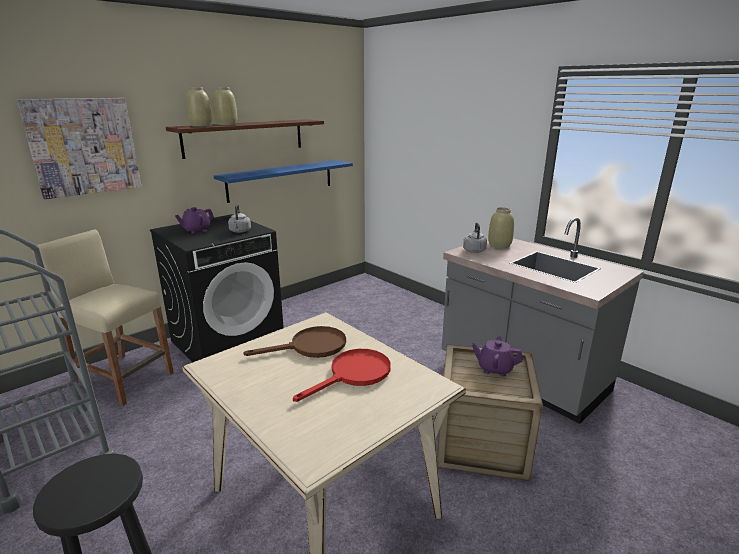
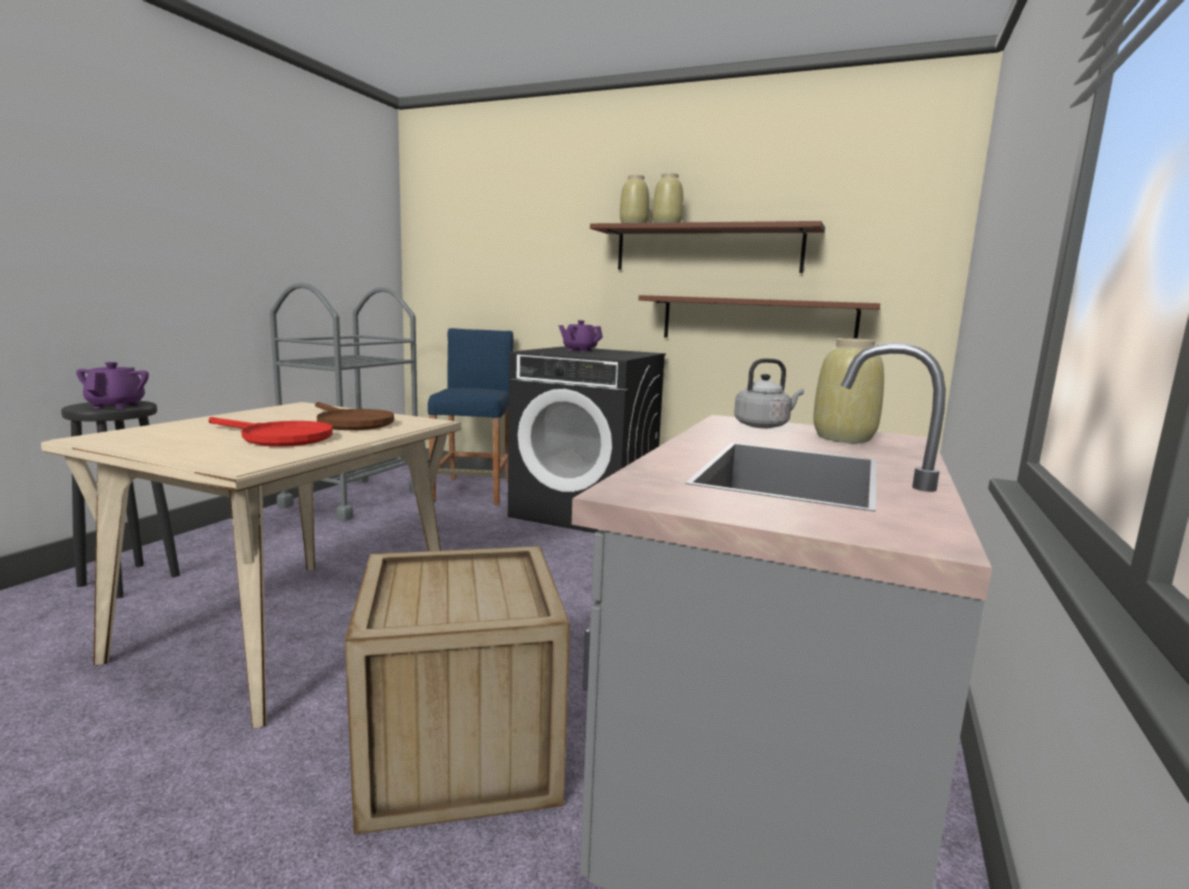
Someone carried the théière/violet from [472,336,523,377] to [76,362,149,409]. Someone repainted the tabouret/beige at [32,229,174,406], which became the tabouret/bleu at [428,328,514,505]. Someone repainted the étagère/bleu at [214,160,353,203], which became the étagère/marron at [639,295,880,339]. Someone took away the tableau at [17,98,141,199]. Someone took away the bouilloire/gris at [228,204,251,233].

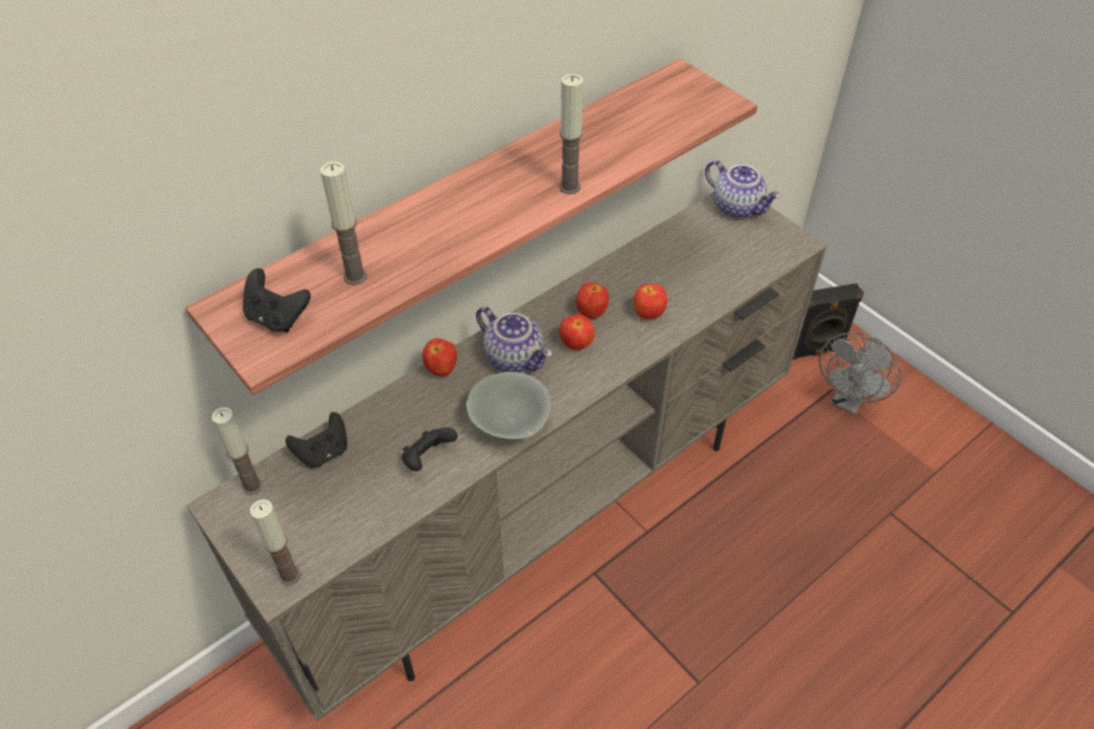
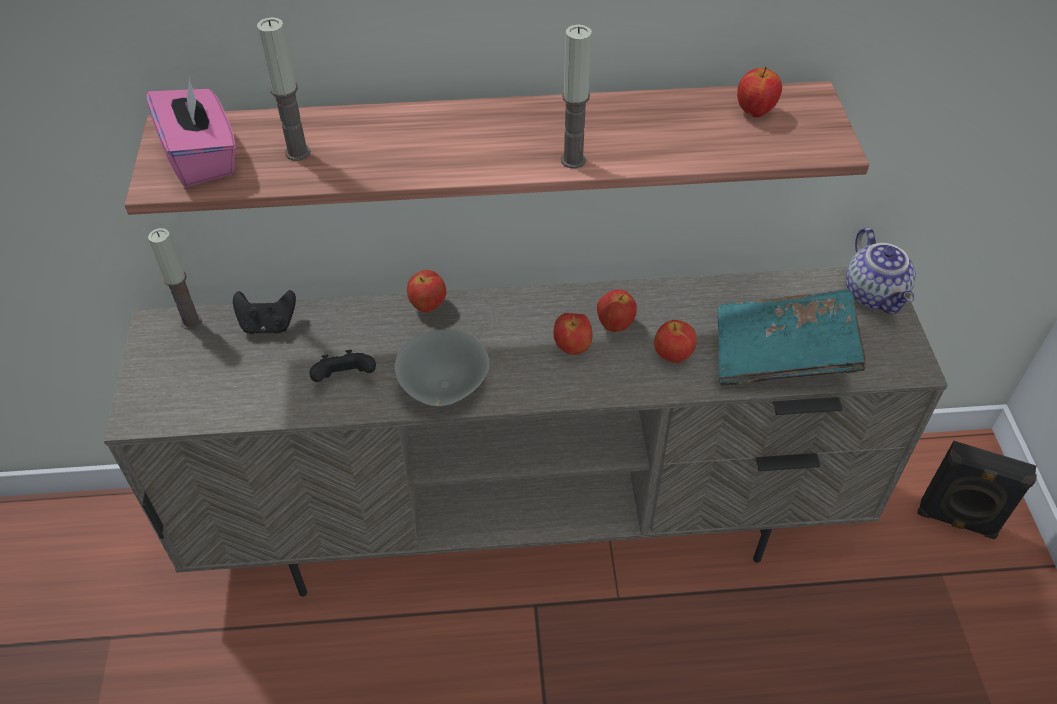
Someone swapped the manette/noir at [243,268,311,332] for the boîte à mouchoirs/rose at [146,76,236,187]. Someone put down the livre/turquoise at [717,290,866,387]. Someone put down the pomme at [737,67,782,117]. Someone took away the bougie at [250,499,301,585]. Someone took away the théière at [476,307,552,372]. Someone took away the ventilateur/gris at [819,332,901,415].

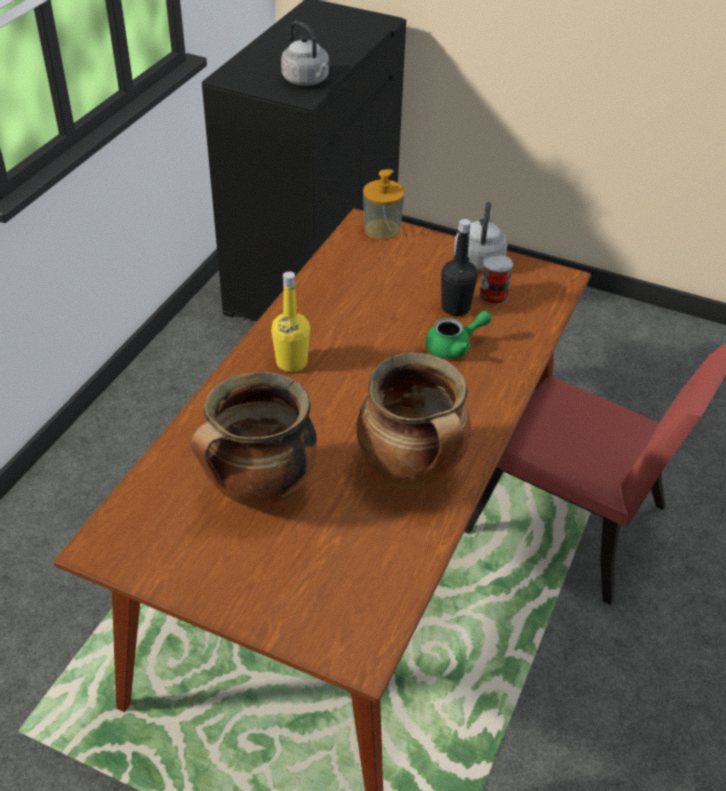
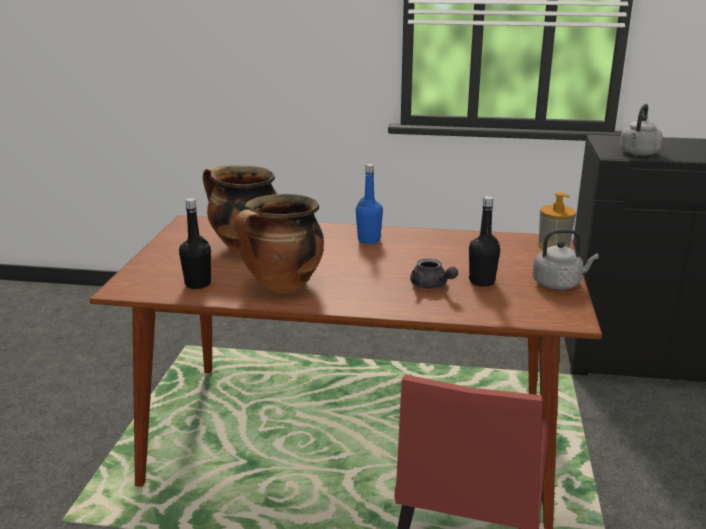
Someone put down the bouteille/noir at [179,198,211,289]. Someone repainted the bouteille/jaune at [271,271,310,372], which became the bouteille/bleu at [356,164,383,244]. Someone repainted the théière/vert at [425,311,492,359], which became the théière/gris at [410,259,458,289]. Someone took away the boîte métallique at [479,254,513,304].

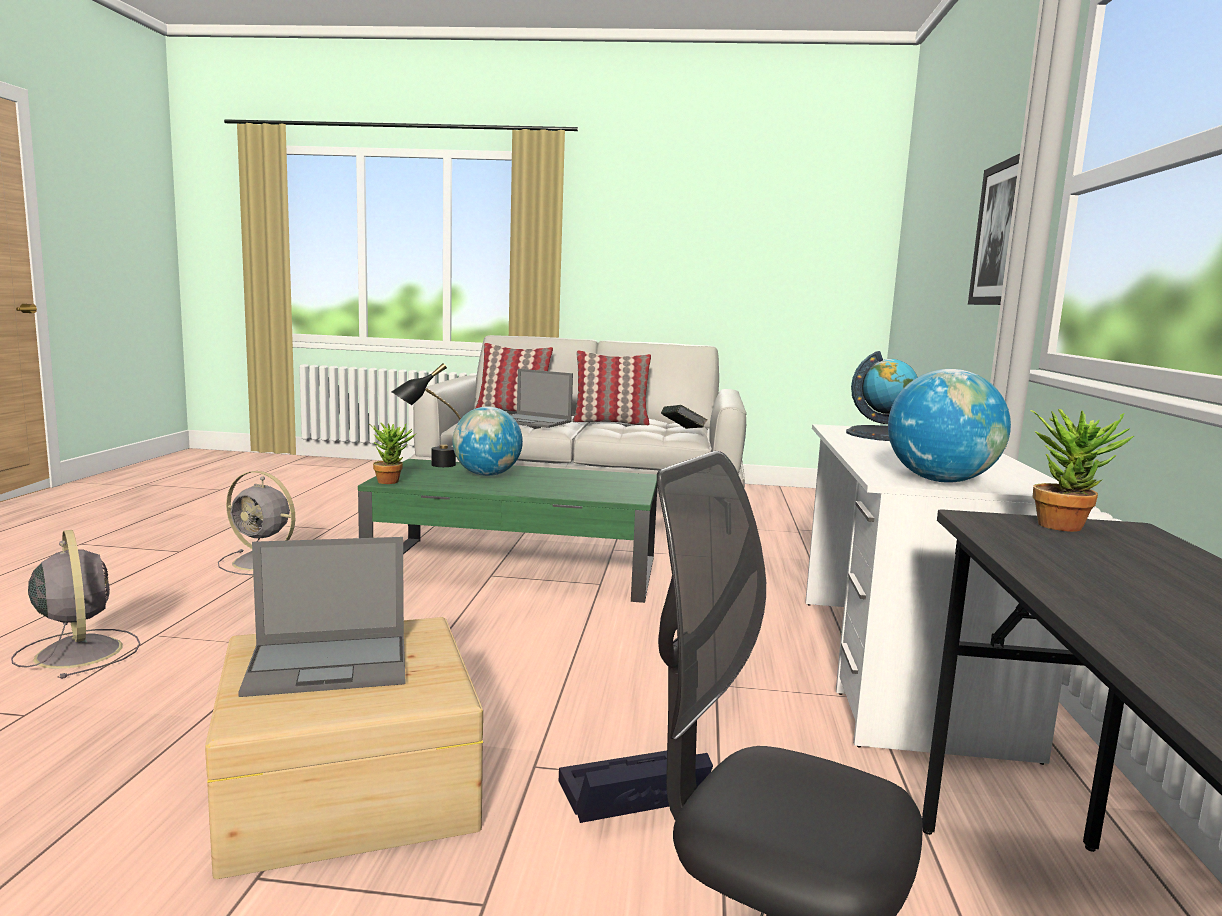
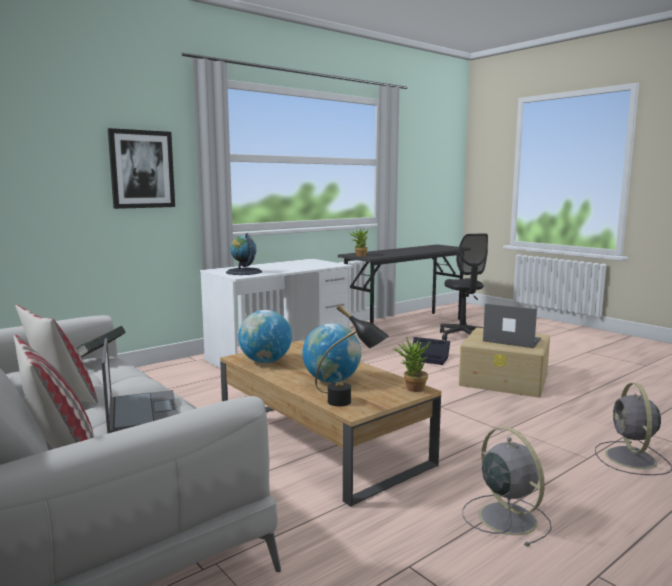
Someone repainted the table basse/vert at [358,459,658,603], which became the table basse/marron at [220,340,441,507]. Someone carried the globe from [888,369,1011,483] to [238,310,292,363].

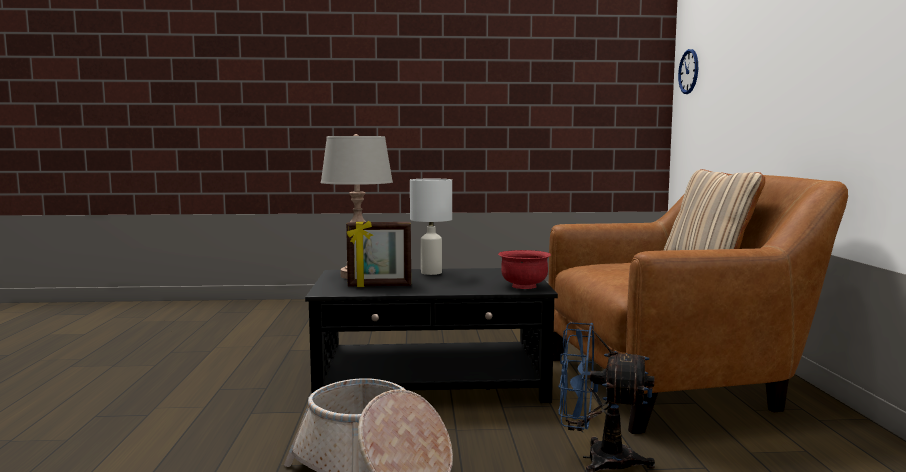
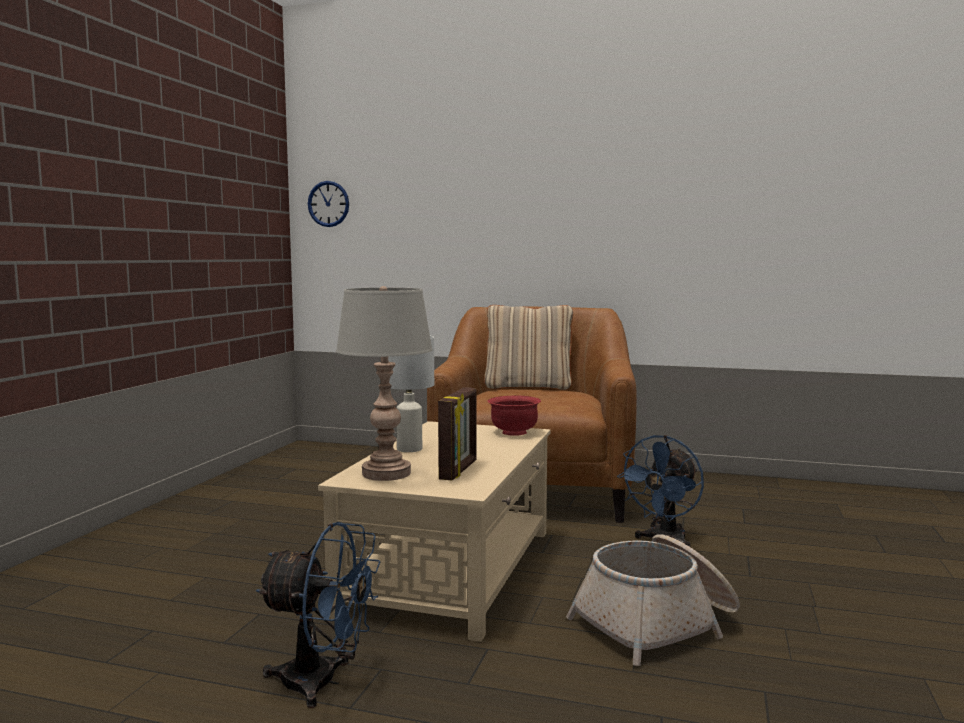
Someone put down the ventilateur/bleu at [256,522,381,708]. Someone repainted the table basse/noir at [305,268,558,403], which became the table basse/beige at [318,421,551,642].

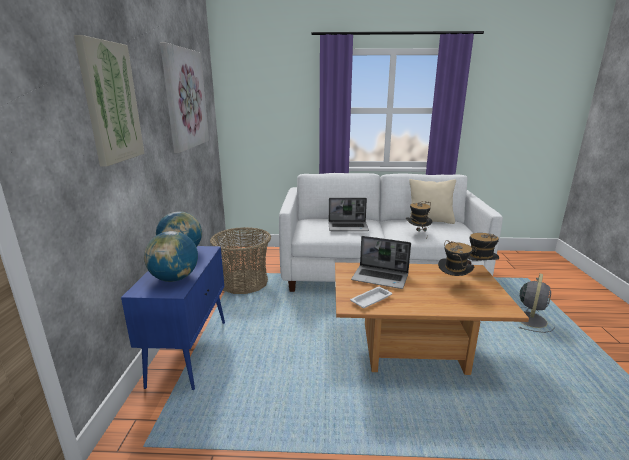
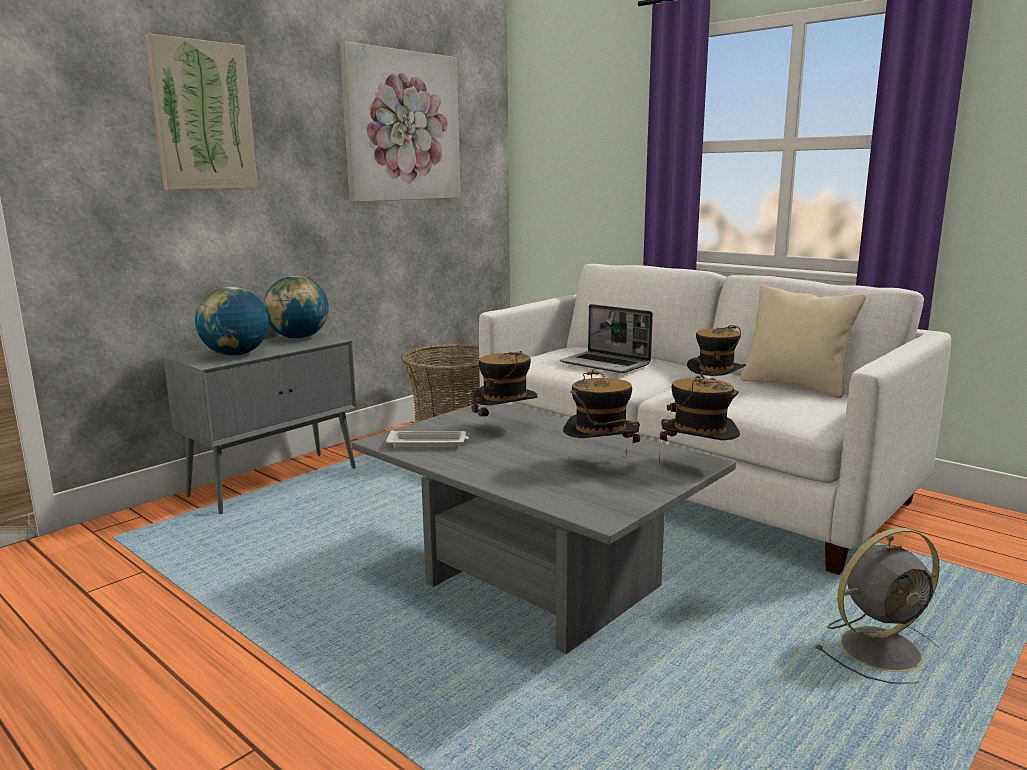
Someone repainted the meuble de rangement/bleu at [121,246,225,390], which became the meuble de rangement/gris at [163,333,356,514]. Someone repainted the table basse/marron at [335,262,529,375], which became the table basse/gris at [352,403,736,654]. Someone swapped the ordinateur portable at [351,236,411,289] for the chapeau at [471,351,538,438].

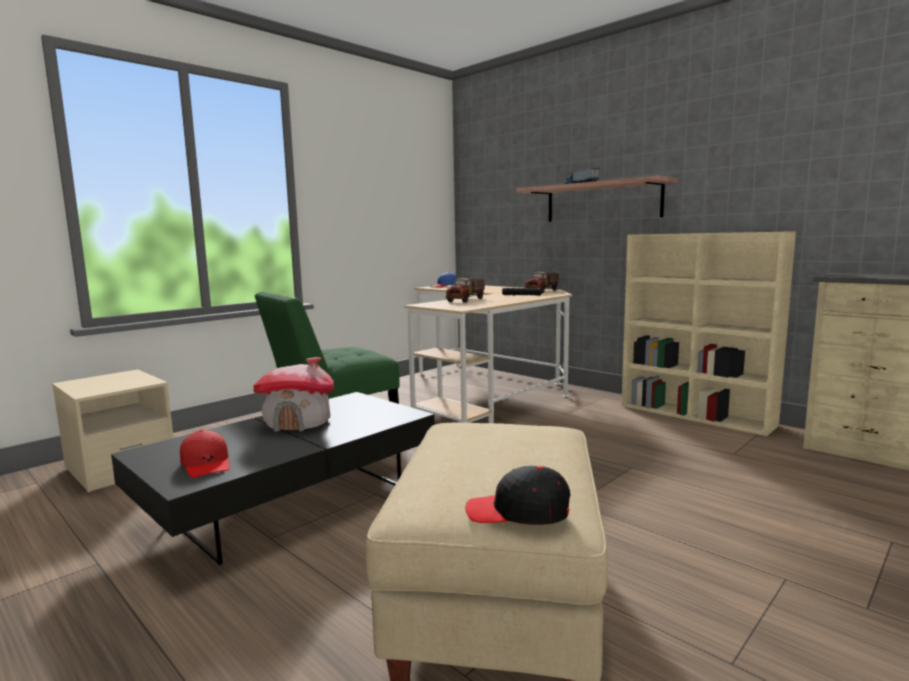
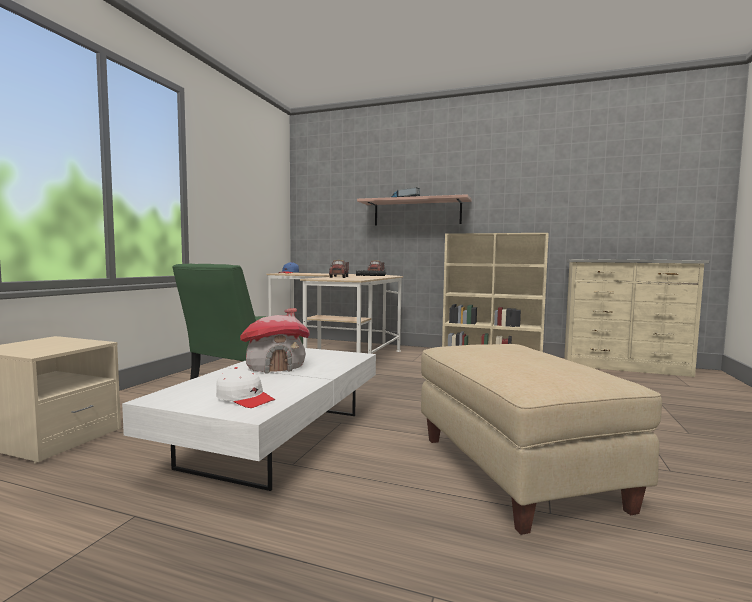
Someone repainted the table basse/noir at [111,392,435,565], which became the table basse/blanc at [122,348,376,491]. Someone repainted the casquette/rouge at [180,430,230,478], which became the casquette/blanc at [216,367,275,408]. Someone took away the casquette/noir at [465,466,571,525].

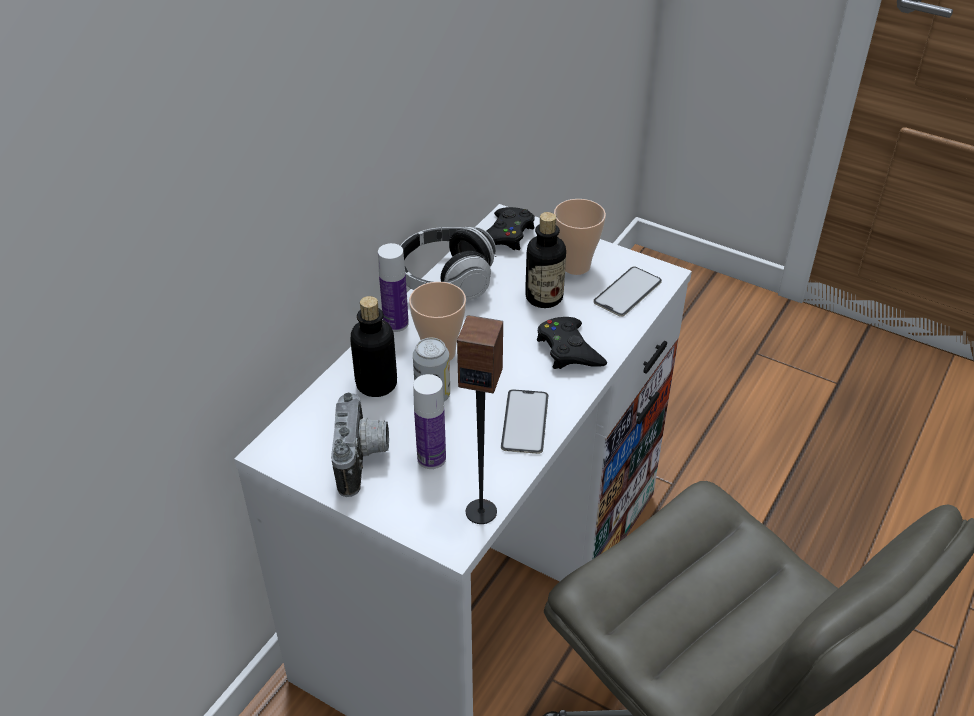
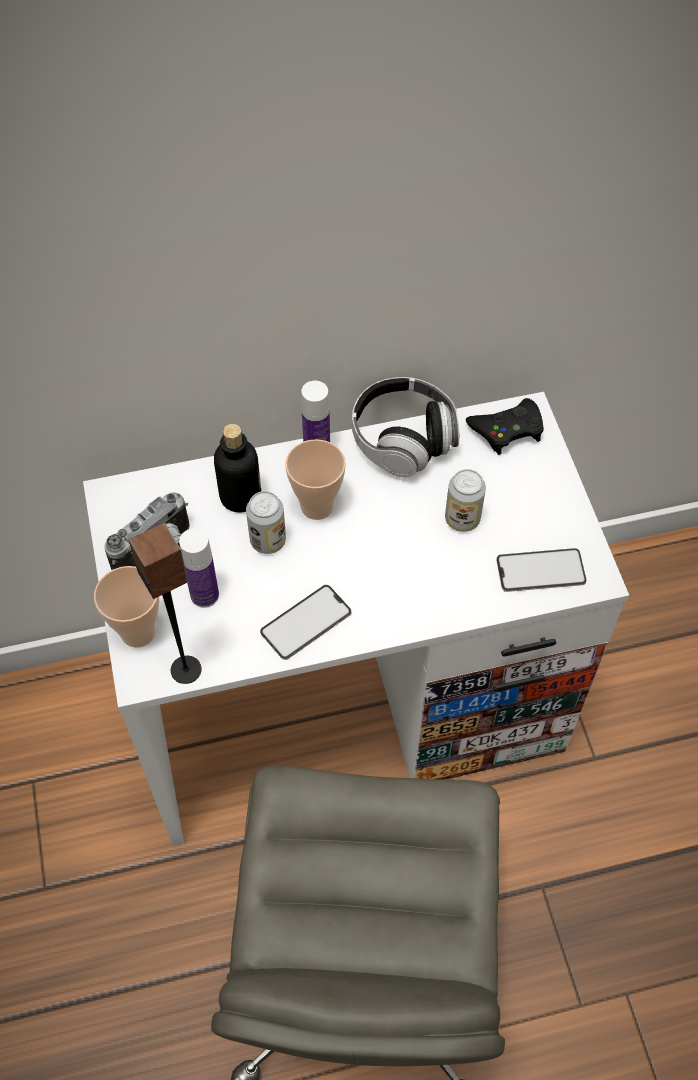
Someone carried the tasse from [554,199,606,275] to [94,566,159,648]. Someone swapped the bouteille at [525,212,566,308] for the boîte métallique at [445,469,486,532]. Someone took away the manette/noir at [537,317,607,369].

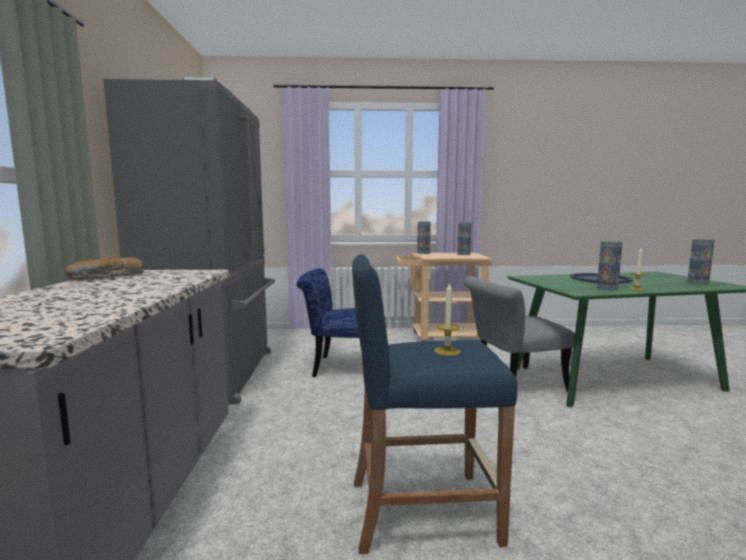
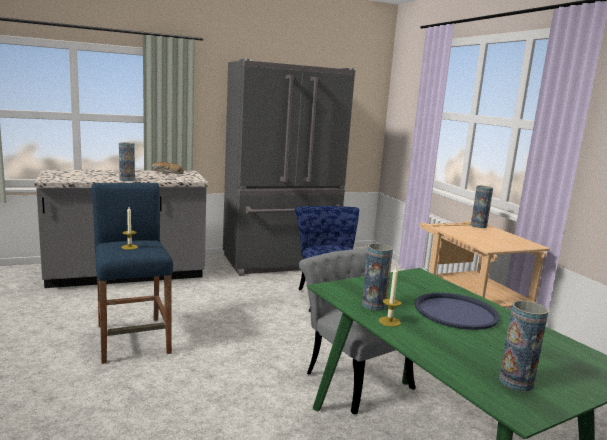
Someone carried the vase from [457,222,471,255] to [119,142,135,181].

